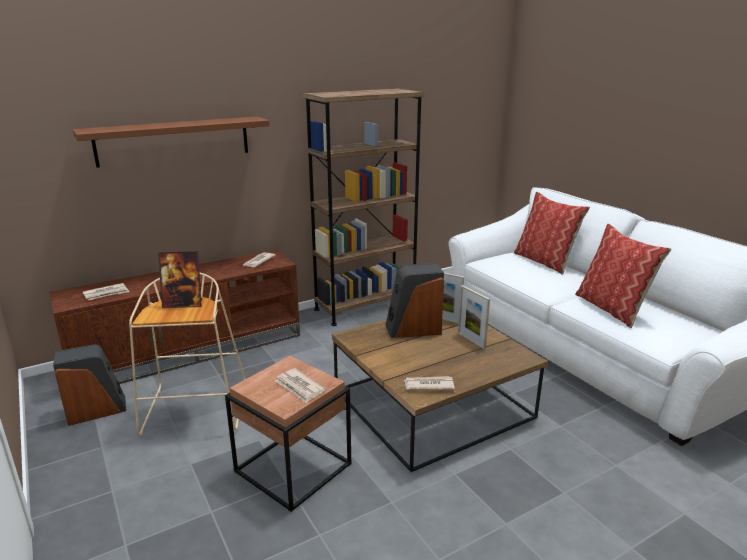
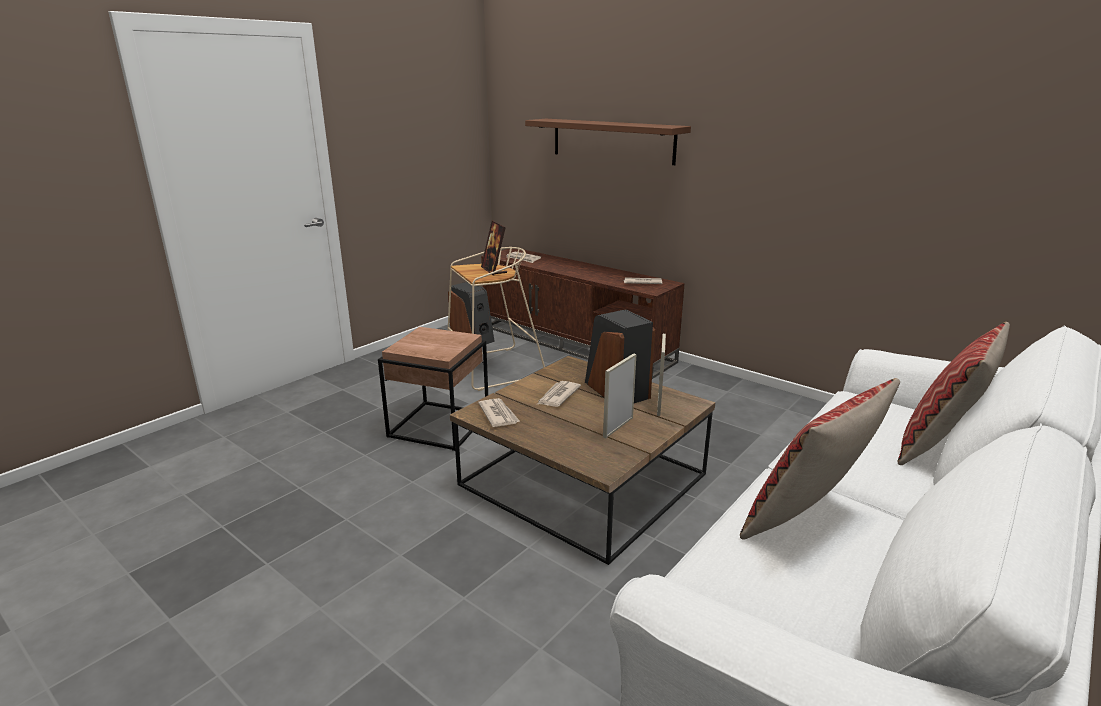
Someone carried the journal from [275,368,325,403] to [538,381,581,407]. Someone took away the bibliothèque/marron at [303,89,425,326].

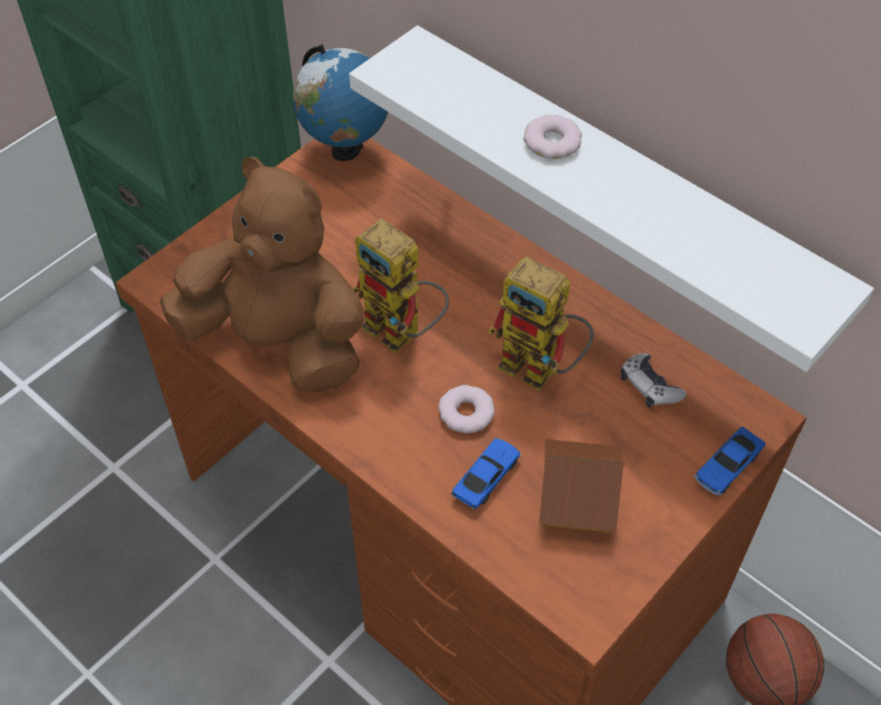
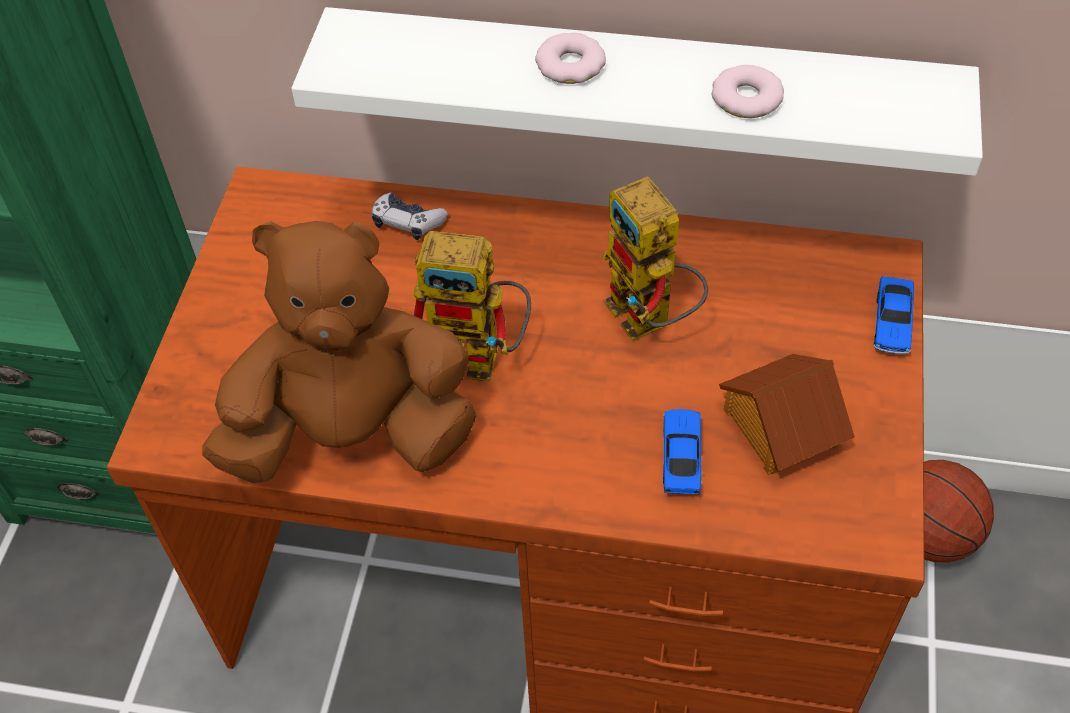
Someone carried the manette from [621,353,686,407] to [372,192,448,240]. Someone rotated the robot jouet at [488,257,594,391] by 60 degrees clockwise. Someone carried the beignet from [438,385,495,434] to [712,65,784,118]. Someone took away the globe at [293,44,388,161].

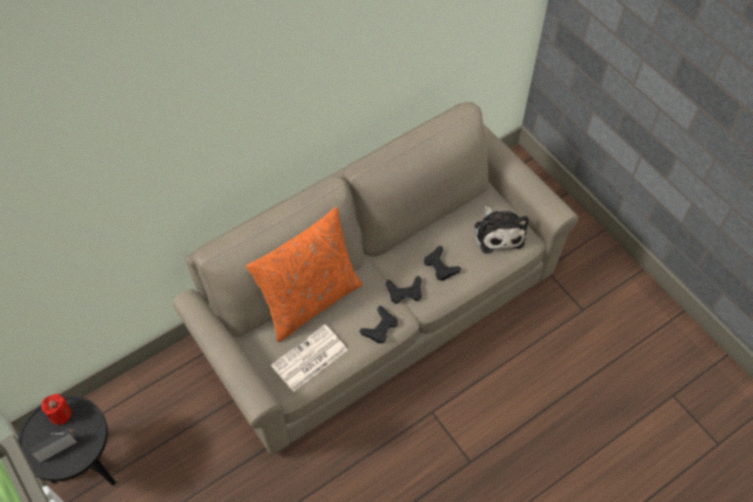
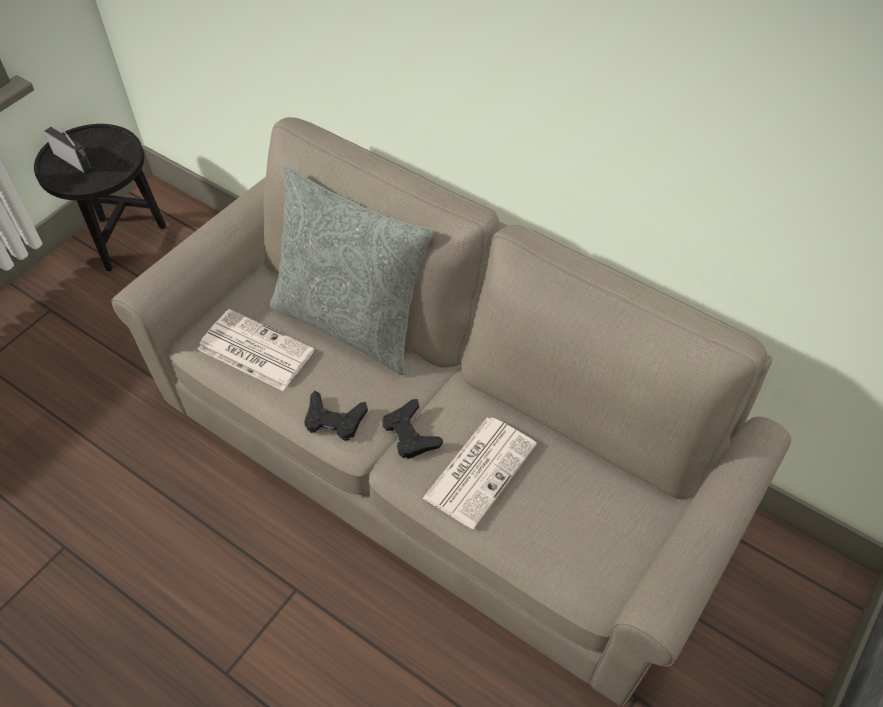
Someone repainted the coussin/orange at [246,207,363,342], which became the coussin/gris at [269,167,434,375]. Someone swapped the manette/noir at [424,246,461,281] for the journal at [422,417,537,529]. Someone took away the bougie/rouge at [41,394,71,425]. Someone took away the peluche at [475,205,528,254].

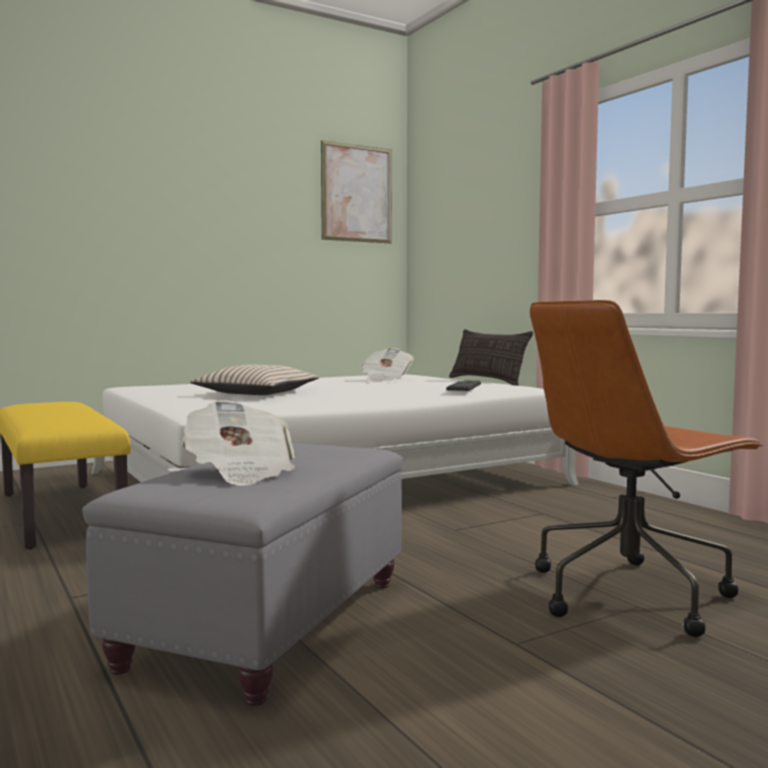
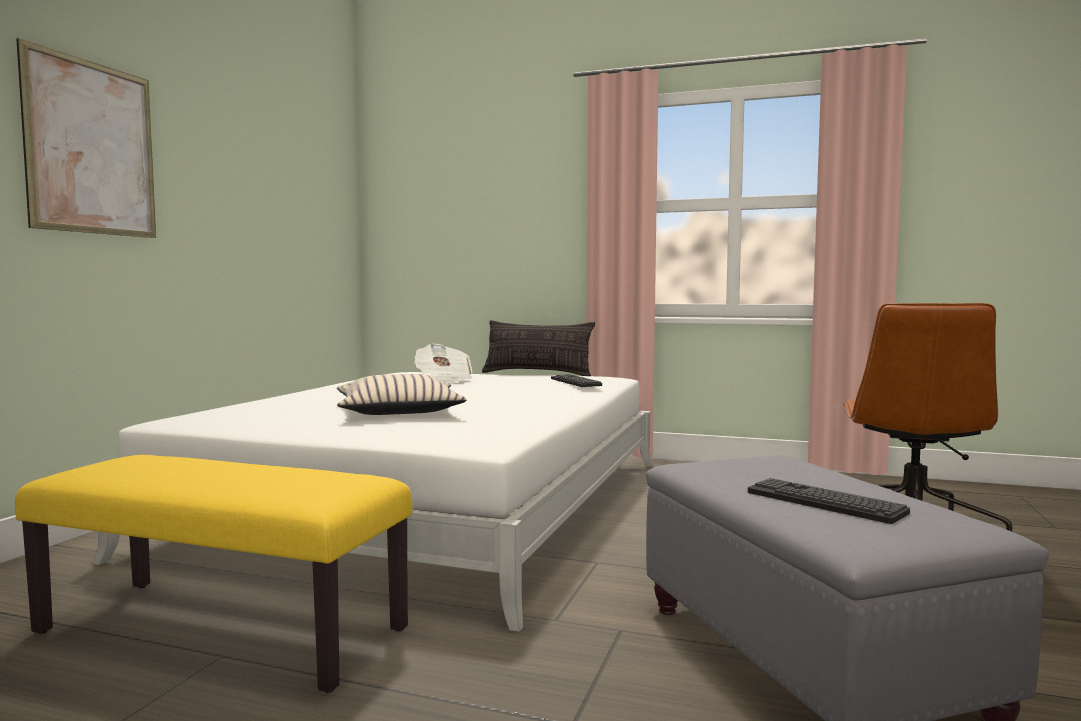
Someone carried the tableau from [321,140,392,244] to [16,38,156,238]. Someone swapped the journal at [181,400,295,486] for the clavier at [748,478,910,524].

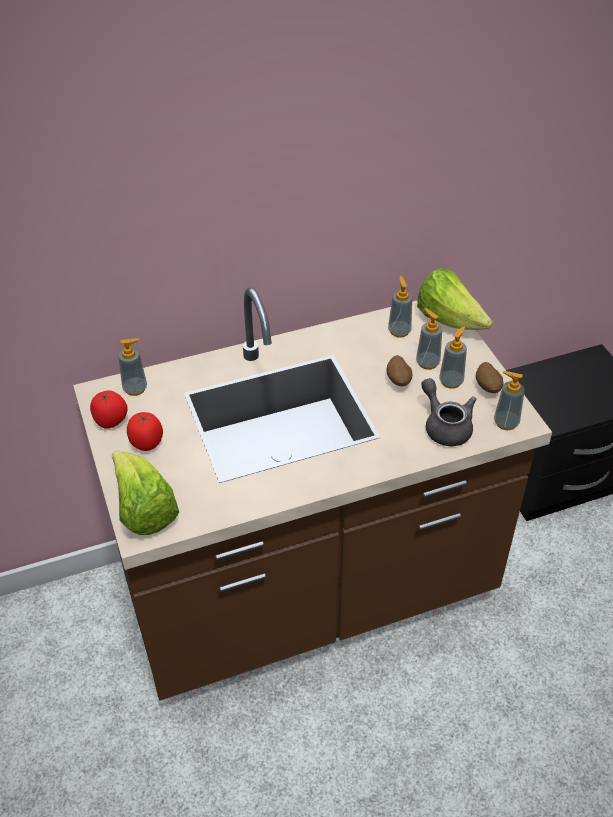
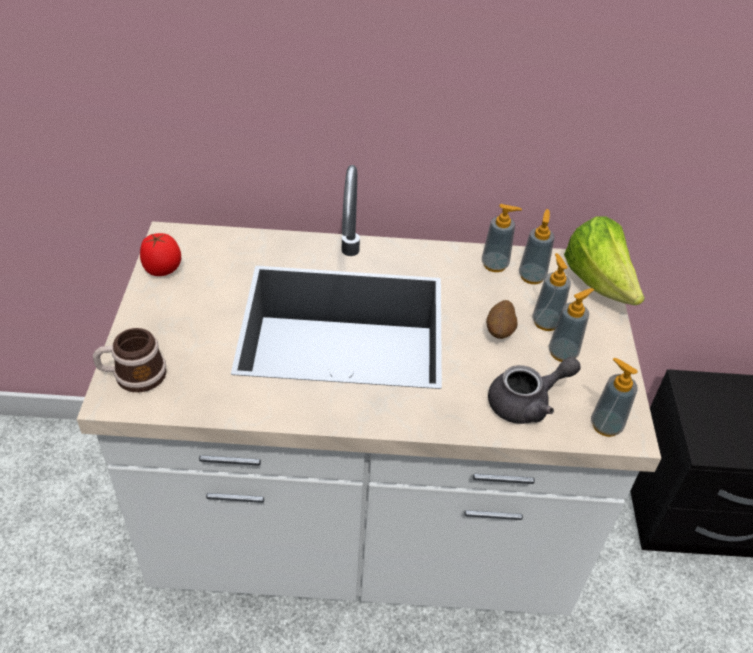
Someone repainted the comptoir de cuisine/marron at [73,287,552,700], which became the comptoir de cuisine/blanc at [77,165,661,615]. Someone swapped the laitue at [111,451,179,535] for the mug at [93,328,167,393]. Someone carried the distributeur de savon from [118,339,147,396] to [482,204,522,272]. Someone rotated the théière/gris at [421,378,476,446] by 75 degrees clockwise. Someone took away the tomate at [127,412,163,451]. Someone took away the pomme de terre at [476,362,504,393].

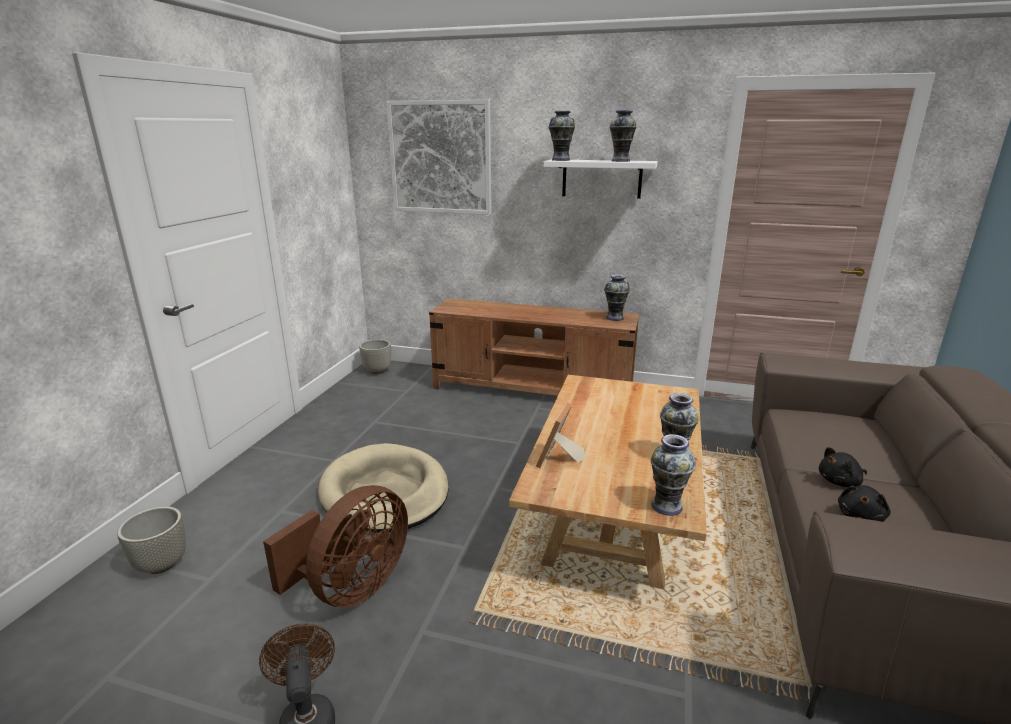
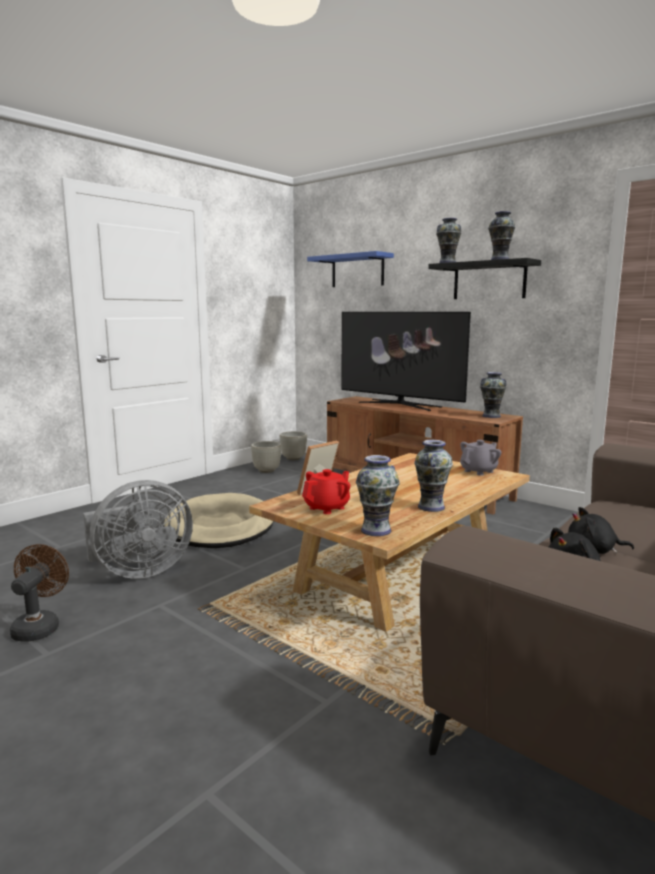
Someone repainted the ventilateur/marron at [263,485,408,608], which became the ventilateur/gris at [83,480,193,579]. Someone carried the cache-pot/gris from [117,506,186,574] to [251,441,281,473]. Someone put down the théière/rouge at [302,469,350,514]. Someone swapped the tableau at [387,100,491,215] for the étagère/bleu at [307,251,394,287]. Someone put down the téléviseur at [341,312,471,411]. Someone repainted the étagère/blanc at [544,159,658,199], which became the étagère/noir at [428,258,541,299]. Someone put down the théière/gris at [460,440,501,476].

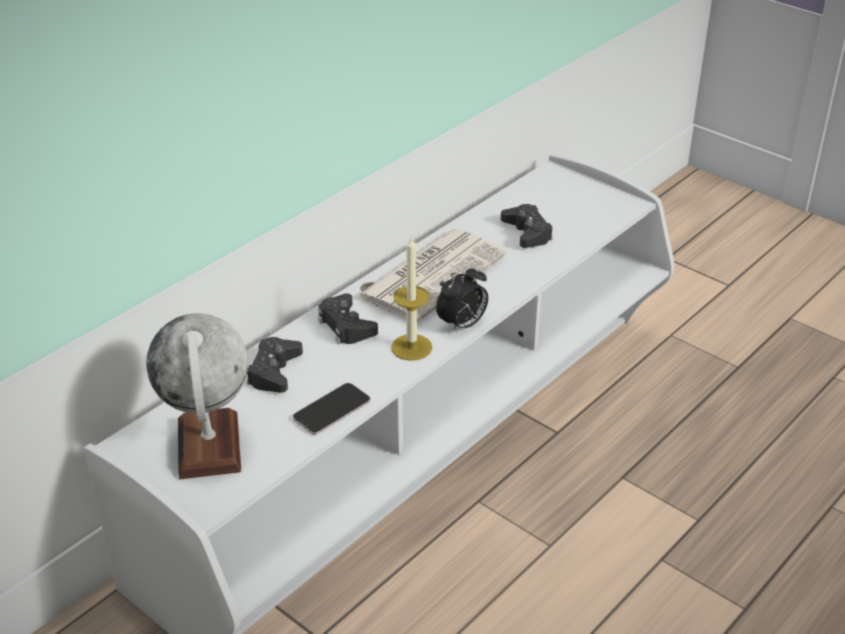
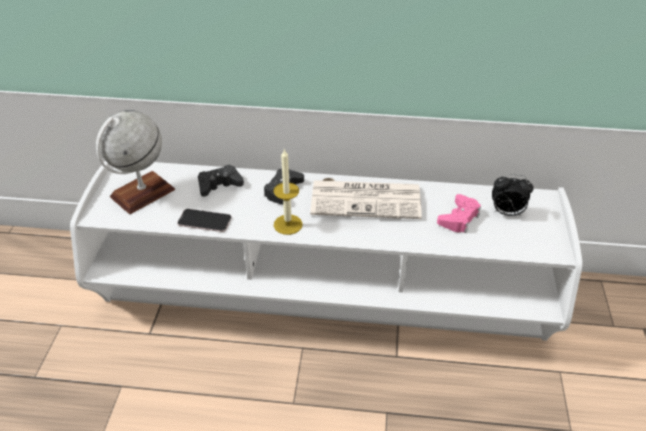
Someone repainted the manette/noir at [501,204,553,248], which became the manette/rose at [437,194,481,233]. Someone carried the réveil from [436,265,488,333] to [492,174,534,216].

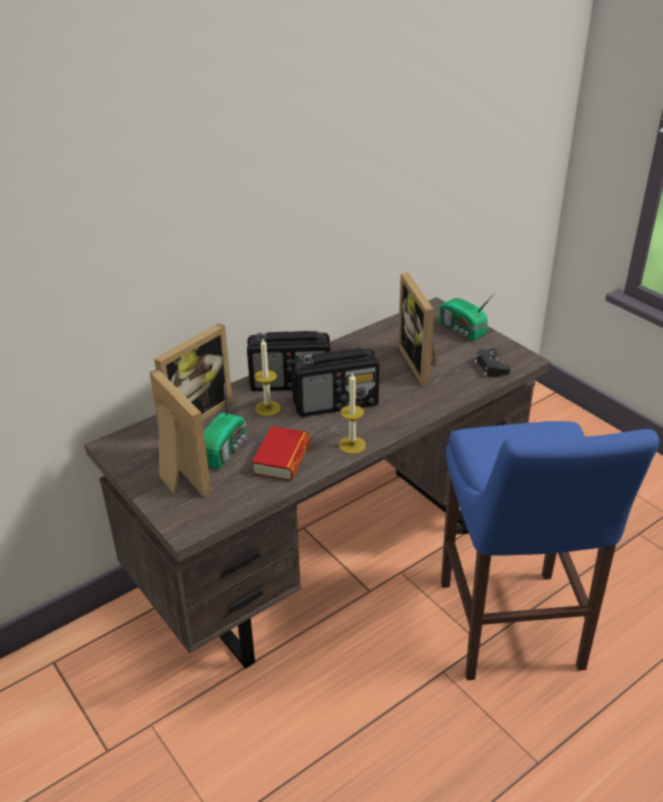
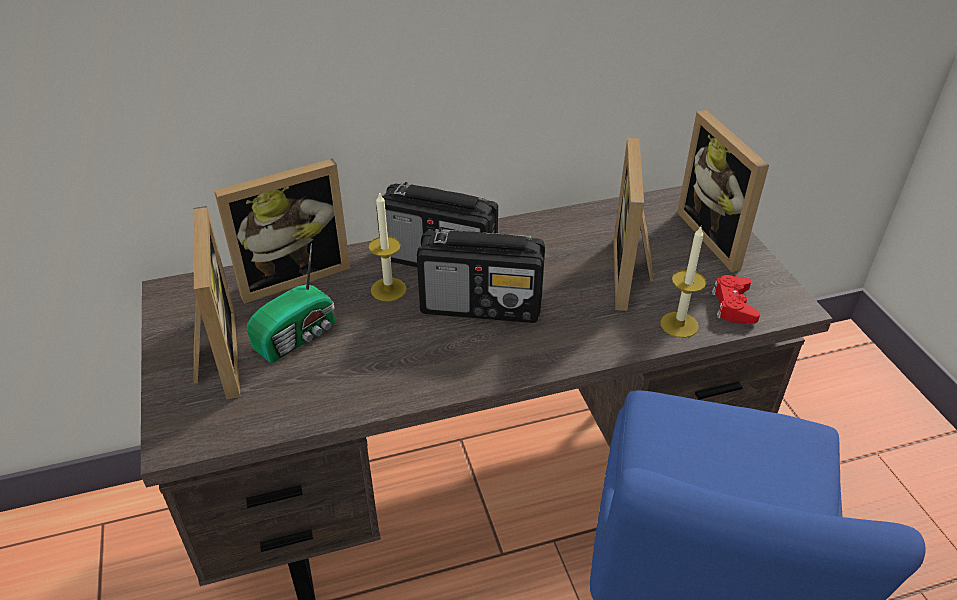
Someone carried the bougie from [339,372,366,454] to [660,225,706,338]. Someone swapped the radio at [439,294,494,340] for the cadre photo at [677,110,769,272]. Someone repainted the manette/noir at [475,349,511,377], which became the manette/rouge at [712,275,760,323]. Someone took away the livre at [252,426,310,481].

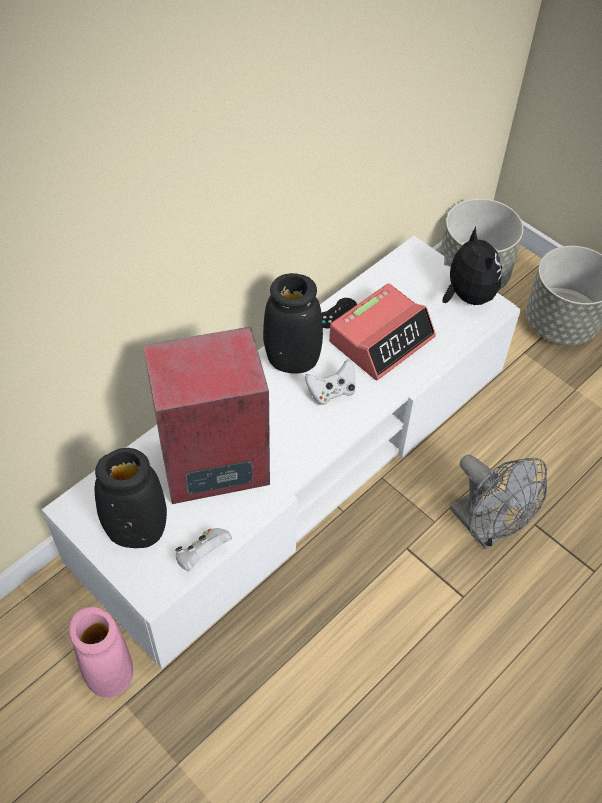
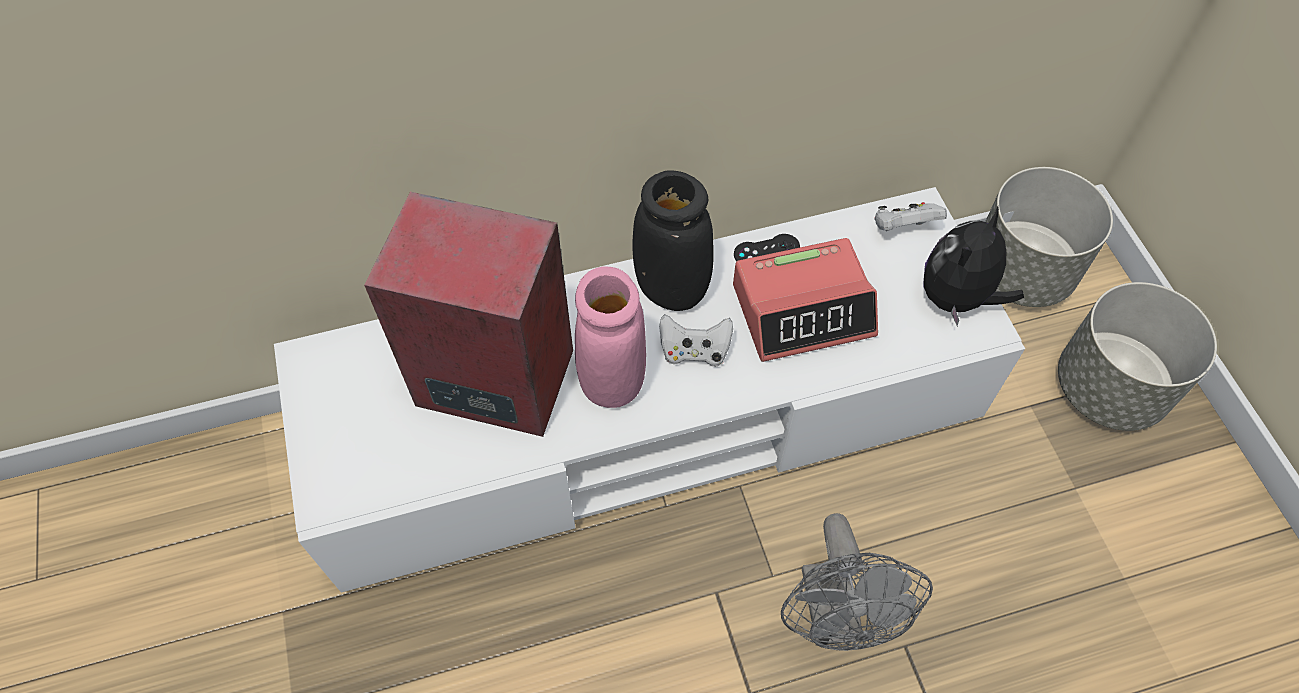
Someone carried the vase/rose from [69,607,133,698] to [575,267,646,408]. Someone carried the manette/blanc from [175,528,232,571] to [874,202,947,231]. Someone rotated the peluche at [443,227,502,305] by 150 degrees counterclockwise. Someone took away the vase/noir at [95,448,167,548].

